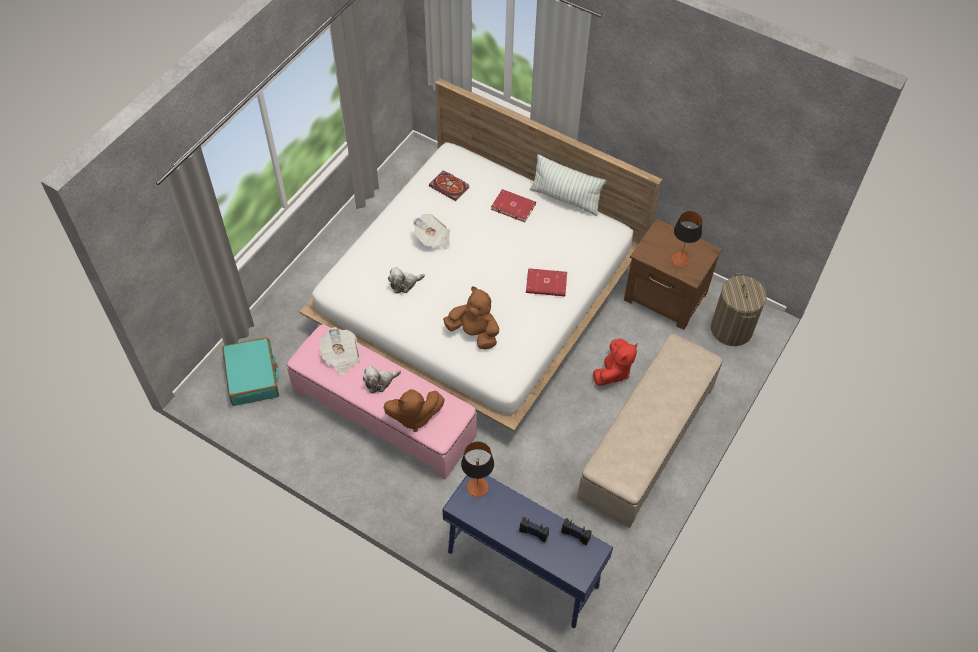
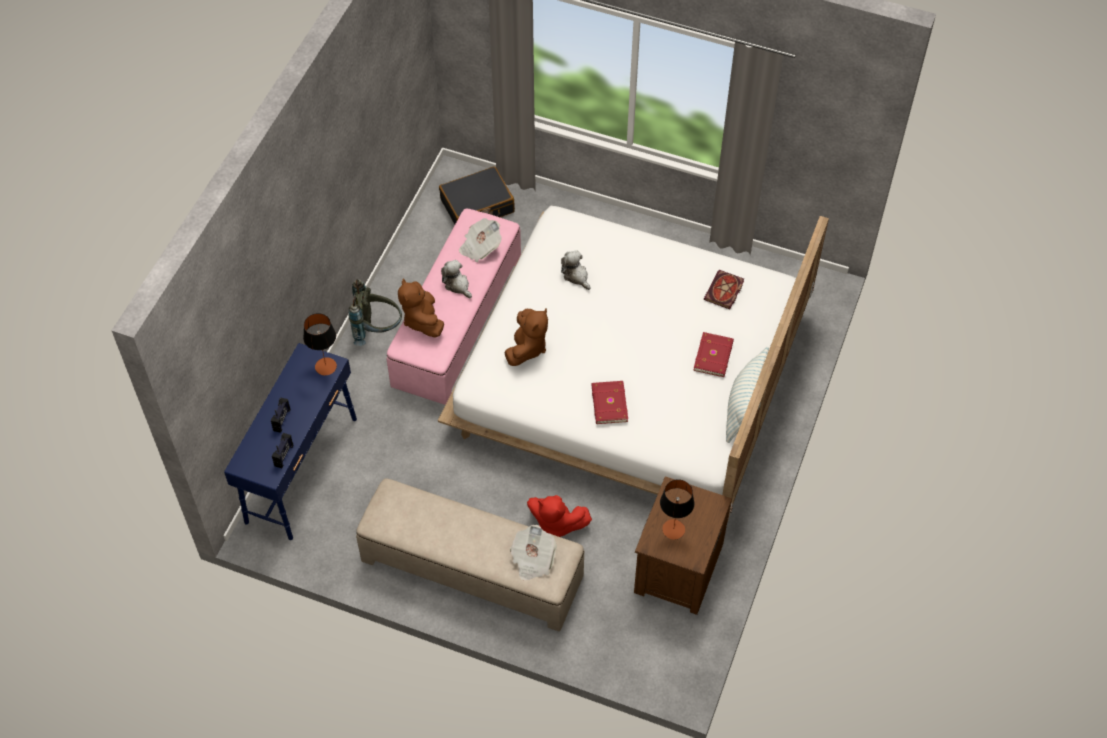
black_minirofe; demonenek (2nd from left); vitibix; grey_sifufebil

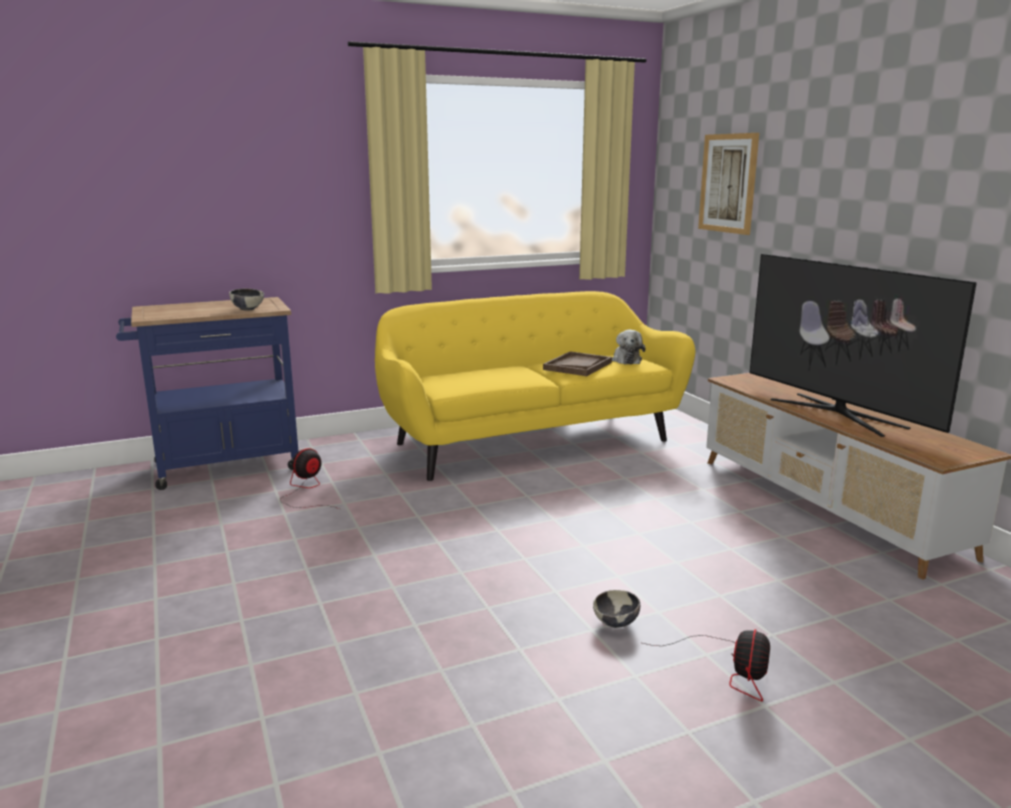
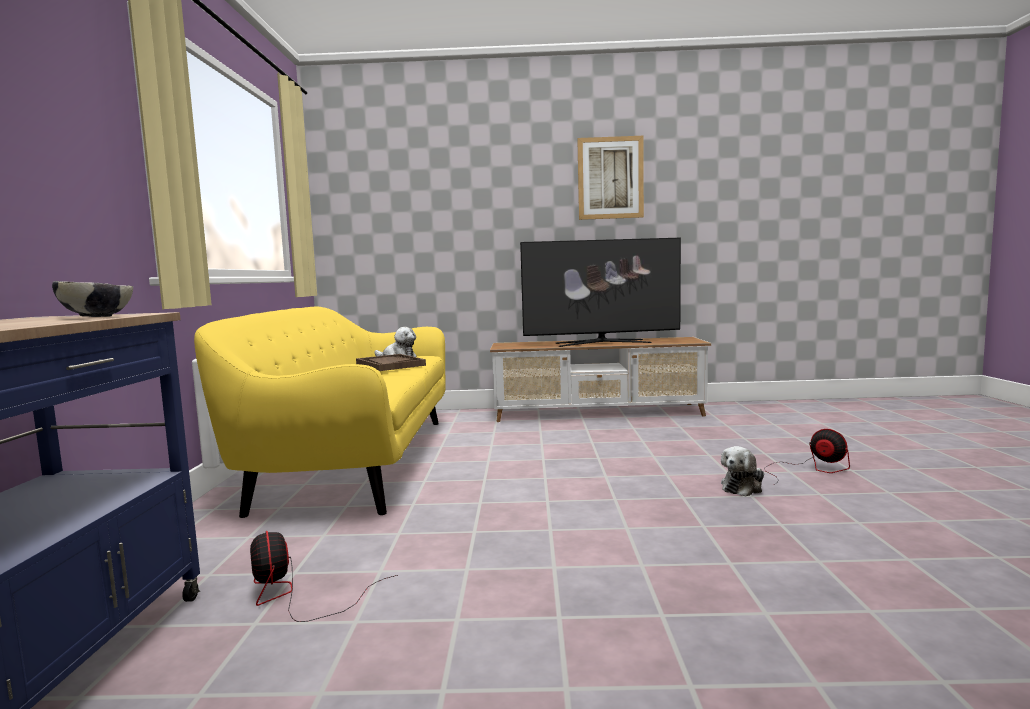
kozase (2nd from left); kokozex

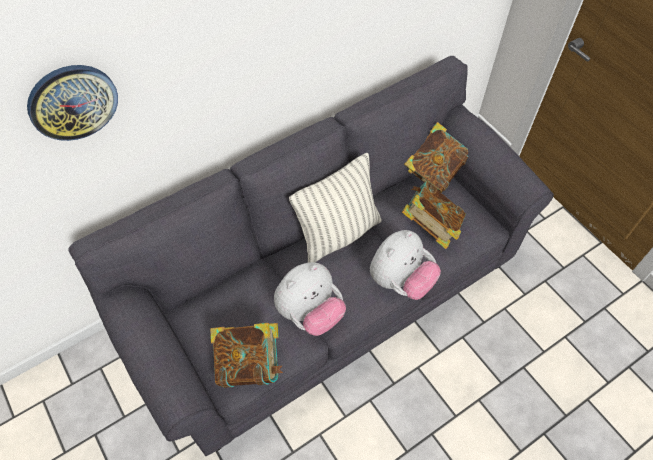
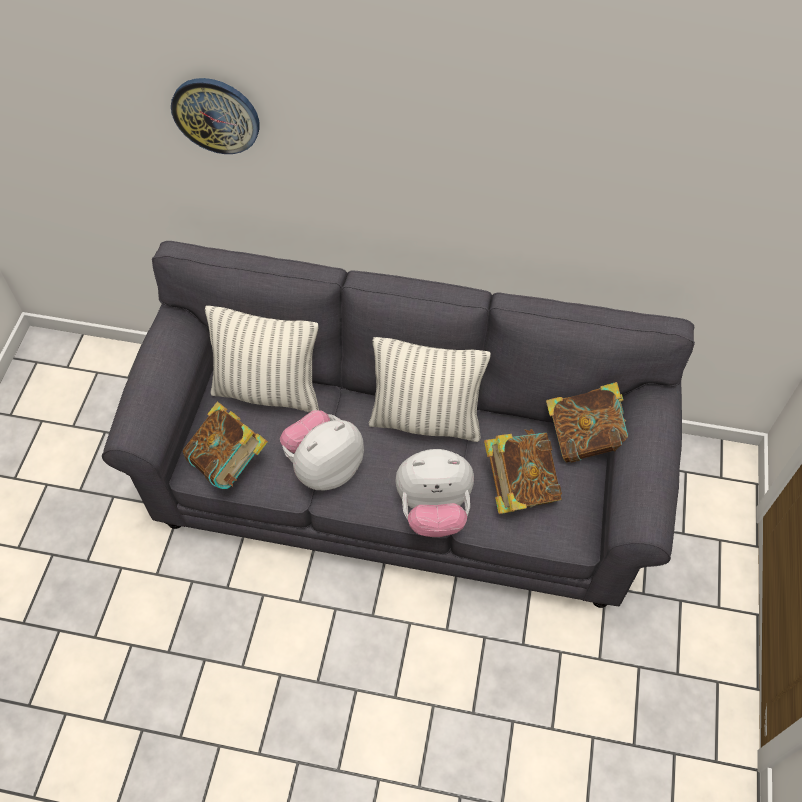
kozase (1st from left); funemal (1st from left)

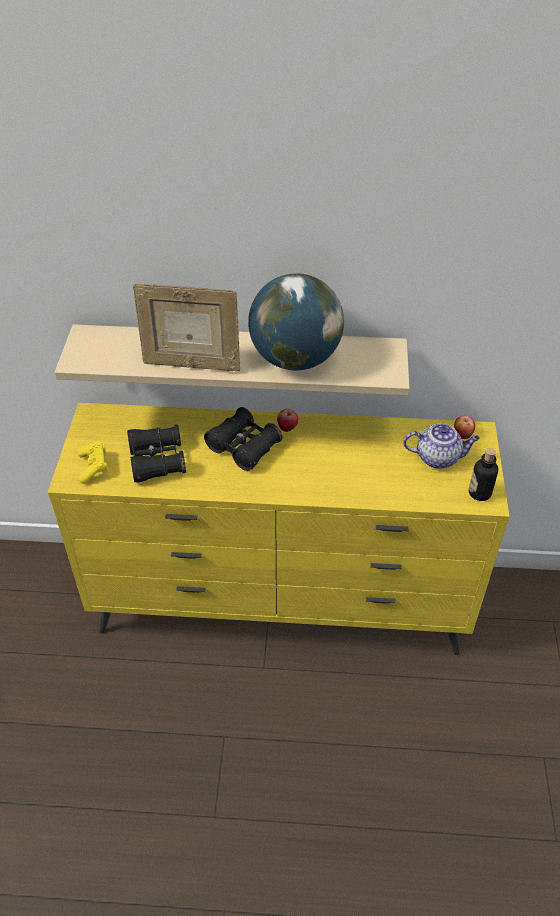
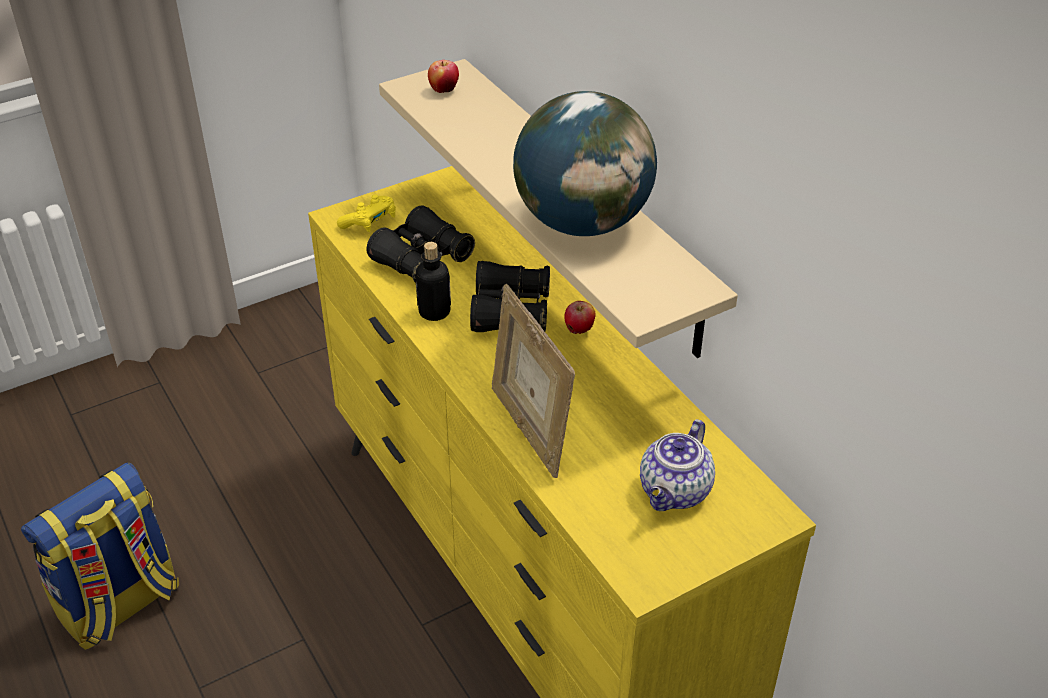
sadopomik; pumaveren; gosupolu (1st from left); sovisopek; sifufebil

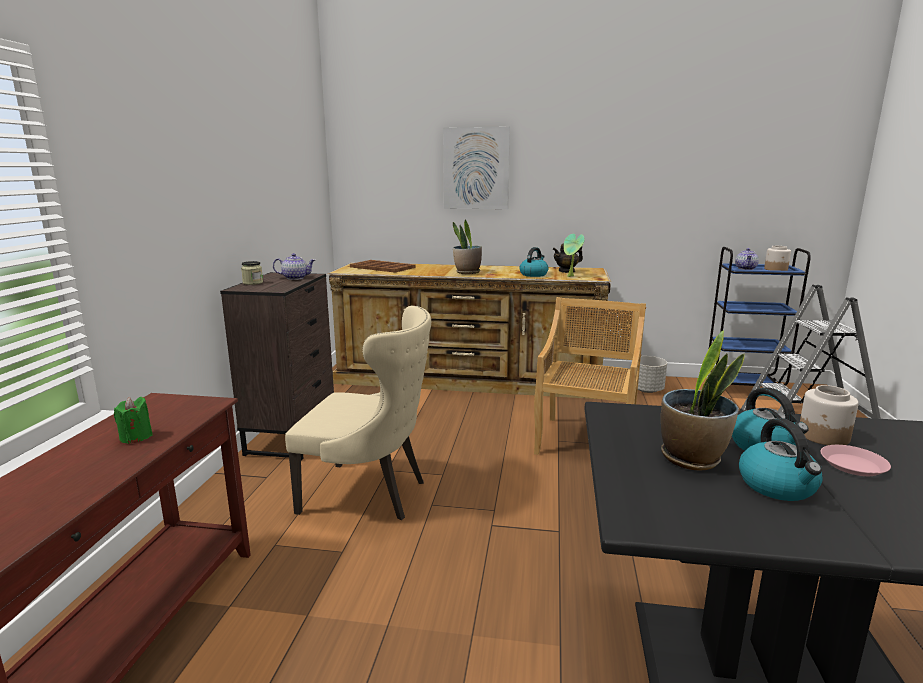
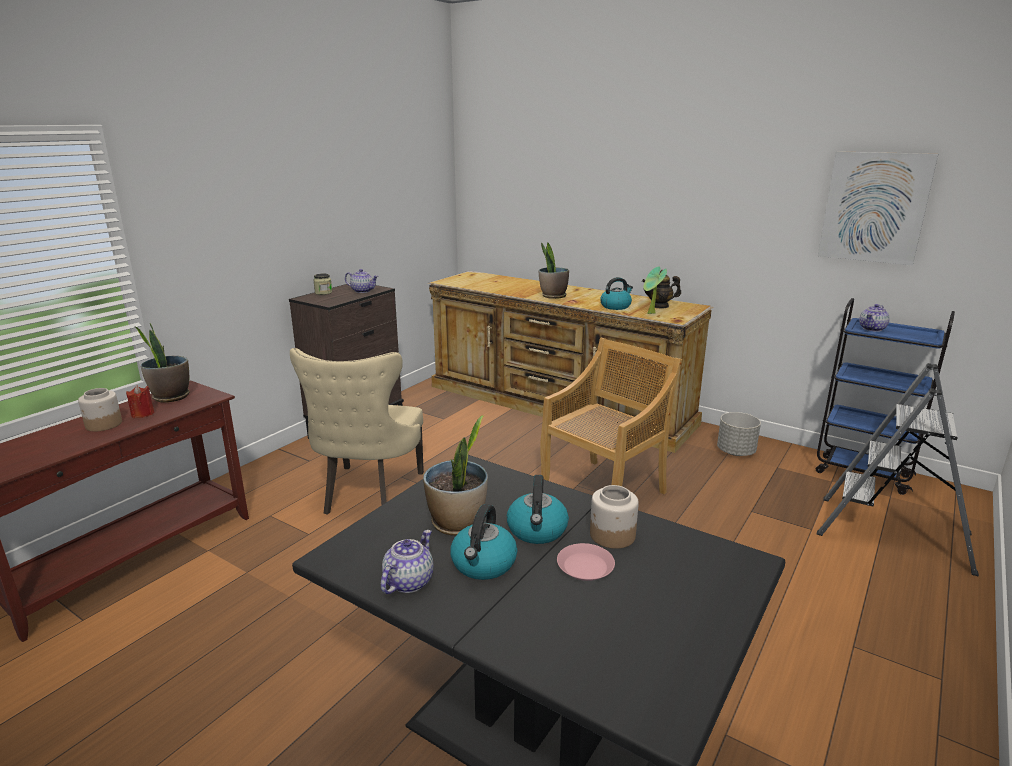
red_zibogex; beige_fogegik (1st from left); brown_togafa; kokozex; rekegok (1st from left); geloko (1st from left); pumaveren (2nd from left)

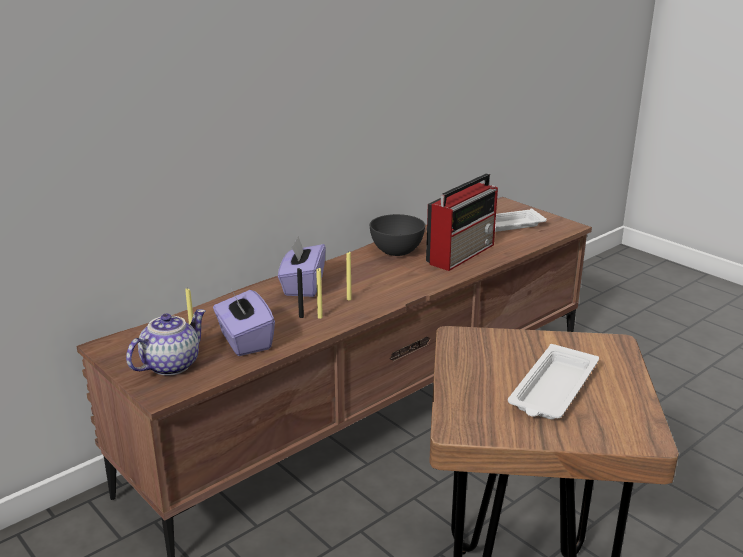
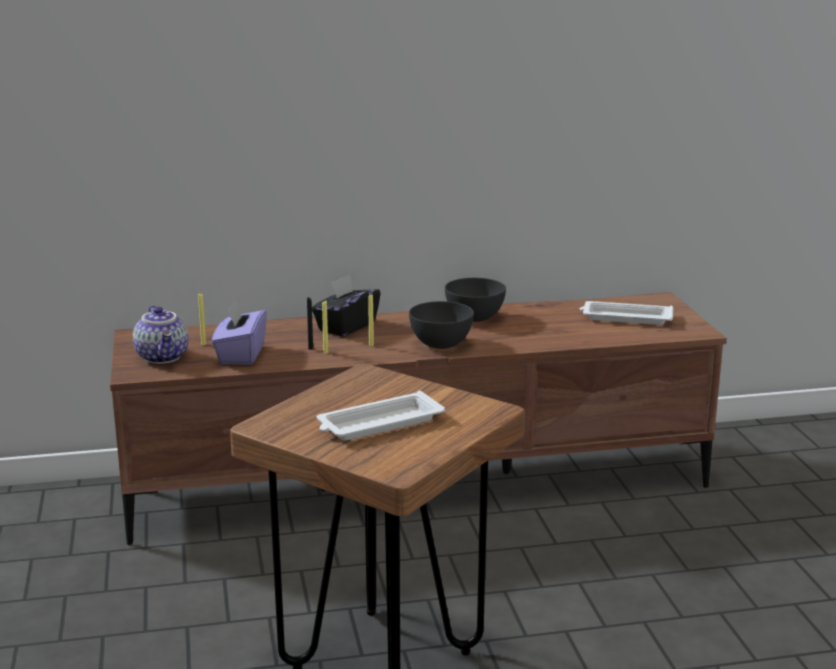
pumaveren; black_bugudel; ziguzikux; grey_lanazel (1st from left)

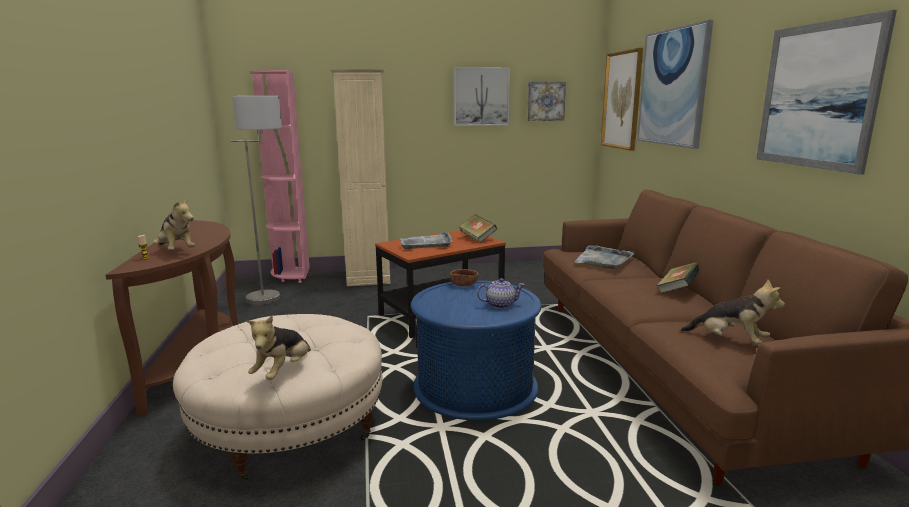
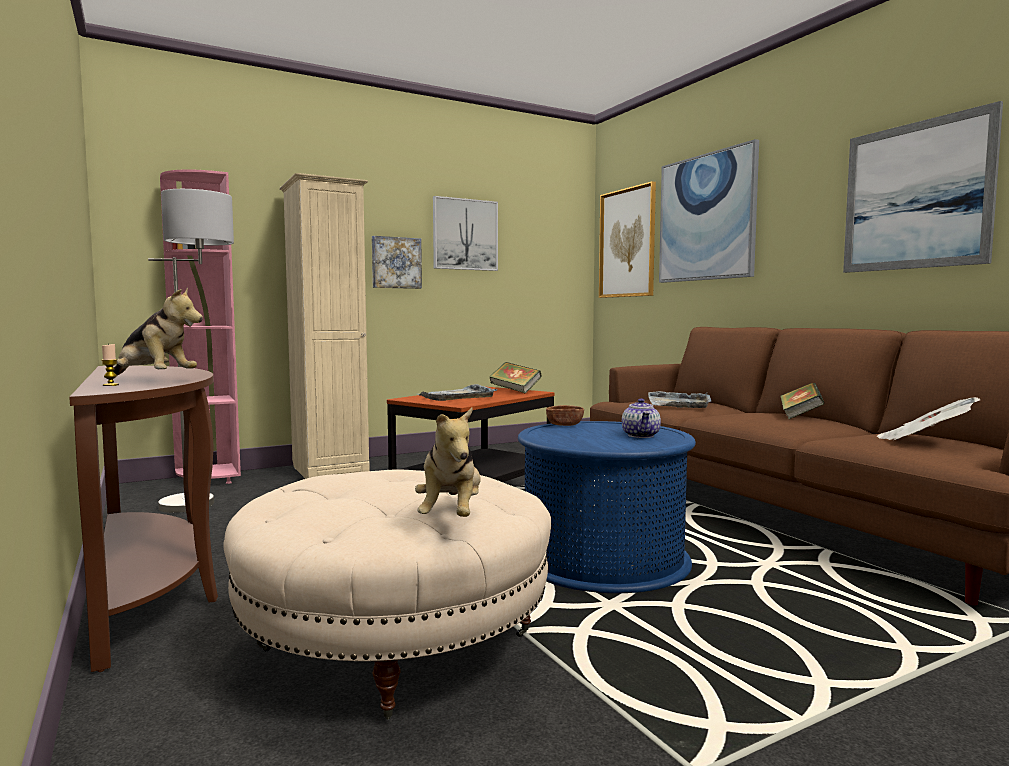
pumaveren; kokozex (1st from left); demonenek

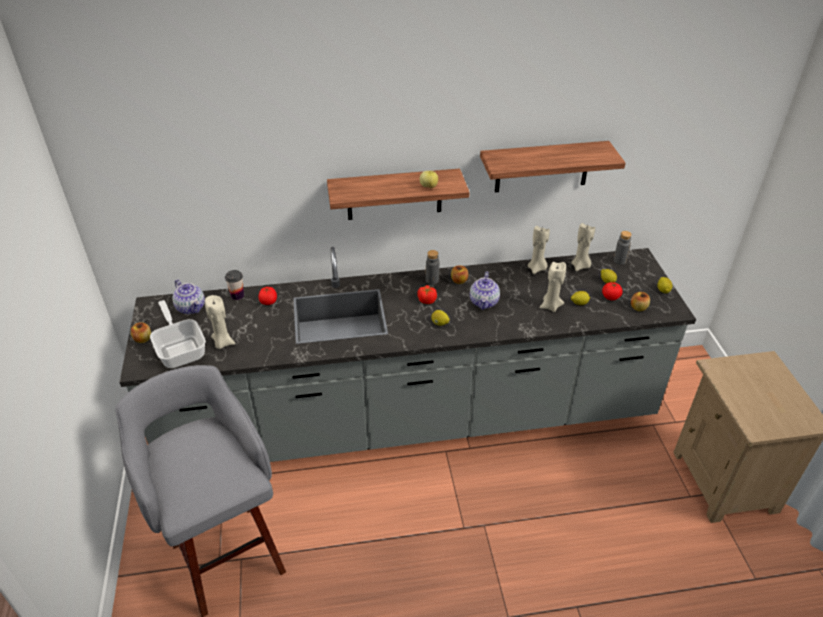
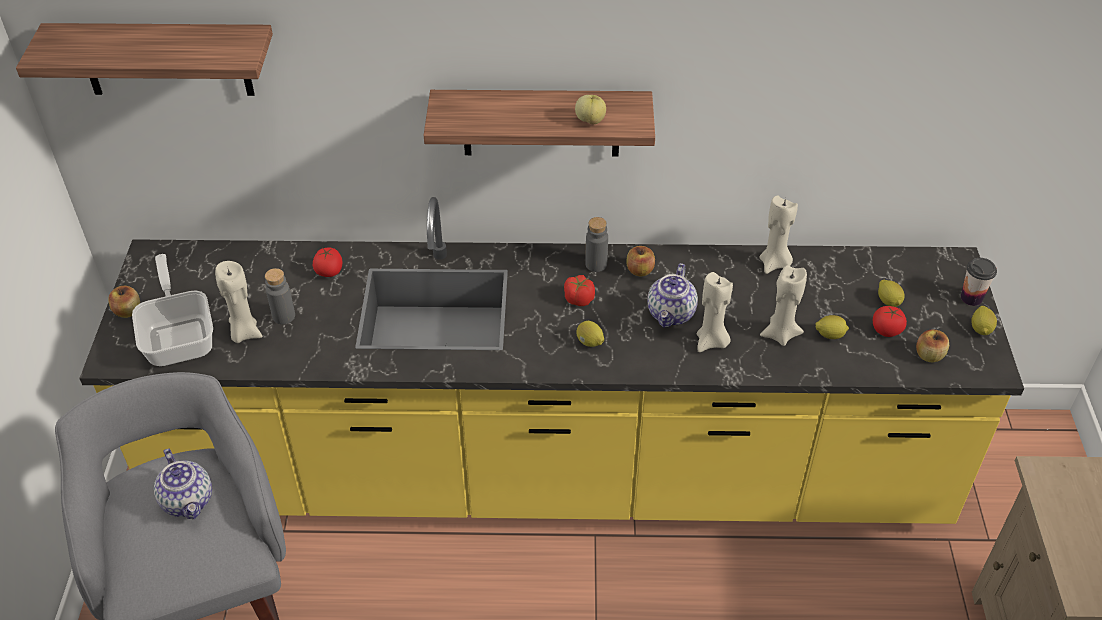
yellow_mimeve; pumaveren (1st from left); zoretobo; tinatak (1st from left); beige_zibogex (2nd from left); grey_sovisopek (1st from left)

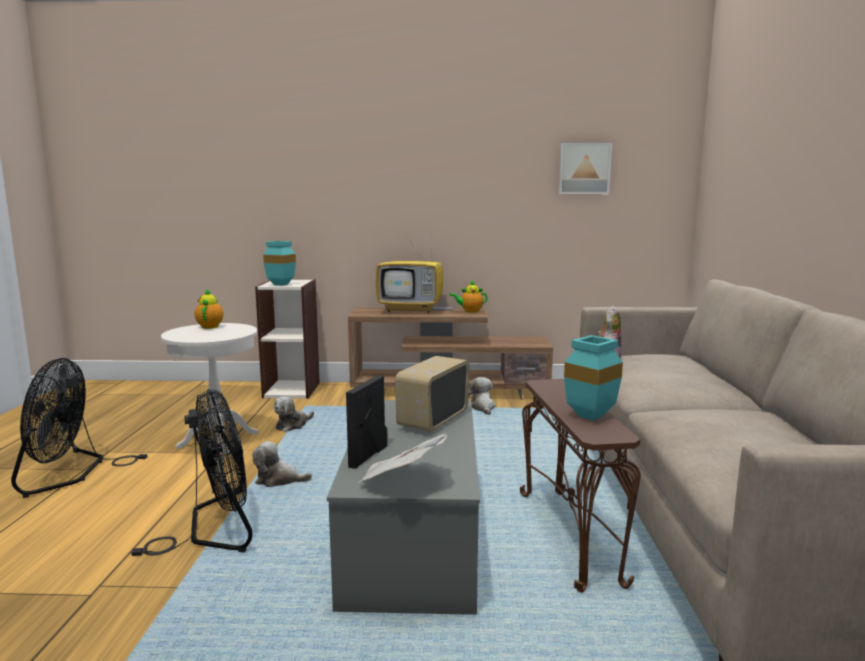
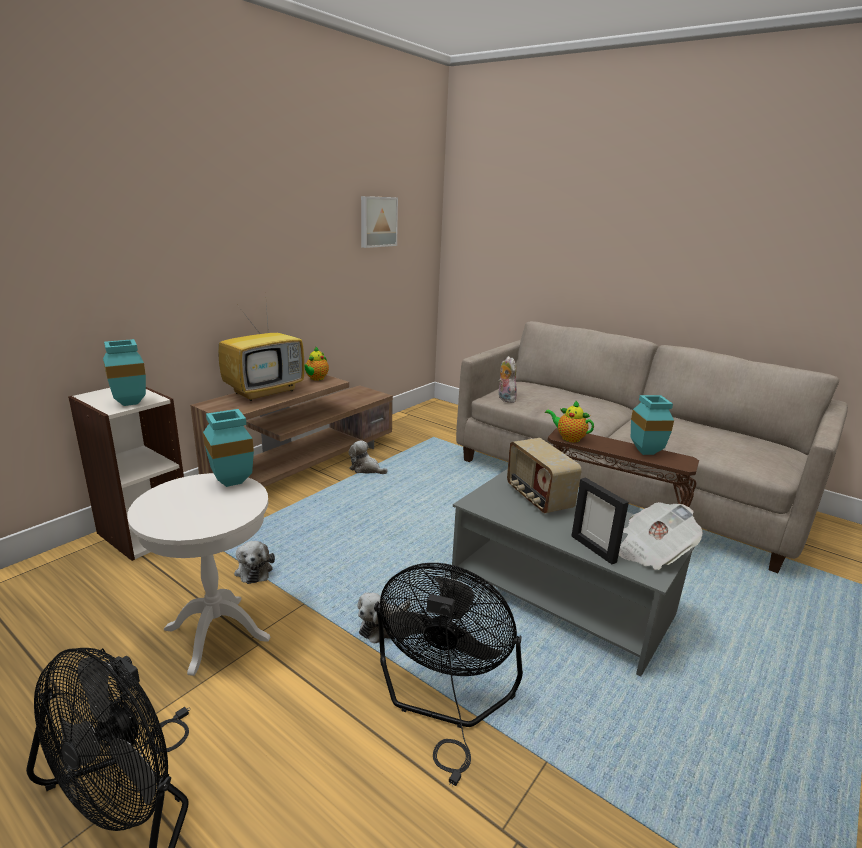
pumaveren (2nd from left); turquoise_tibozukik (2nd from left)

